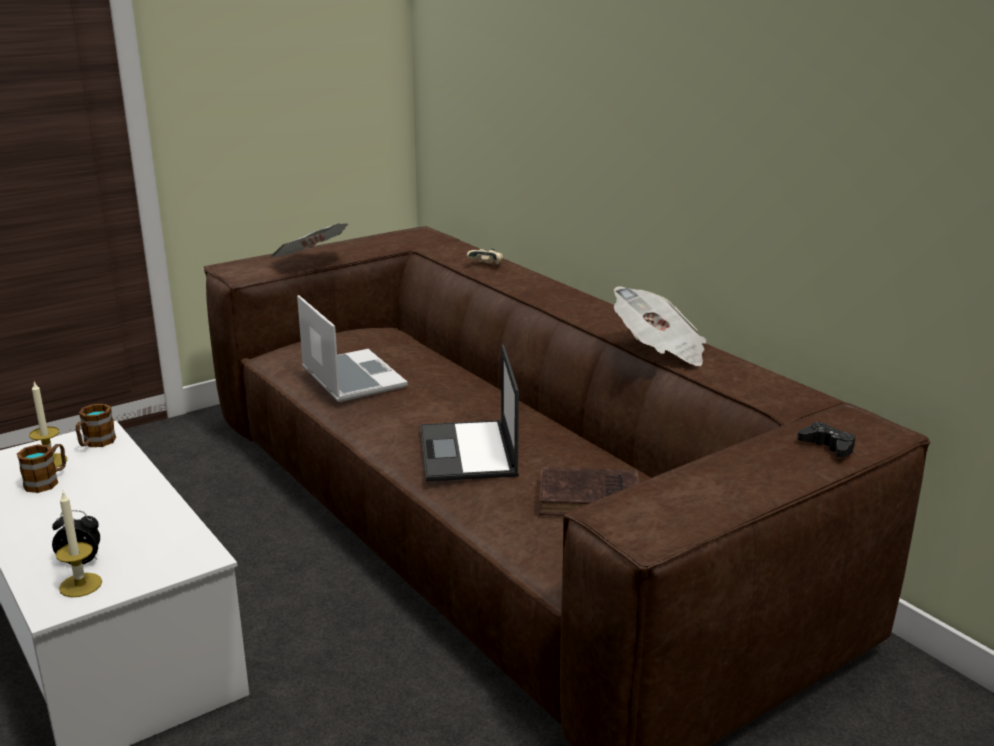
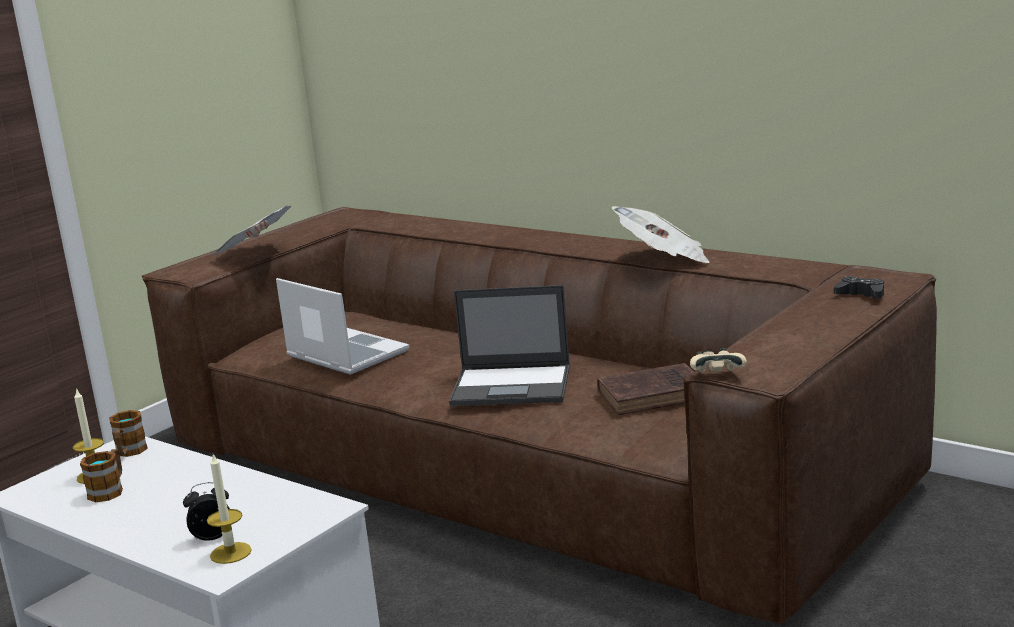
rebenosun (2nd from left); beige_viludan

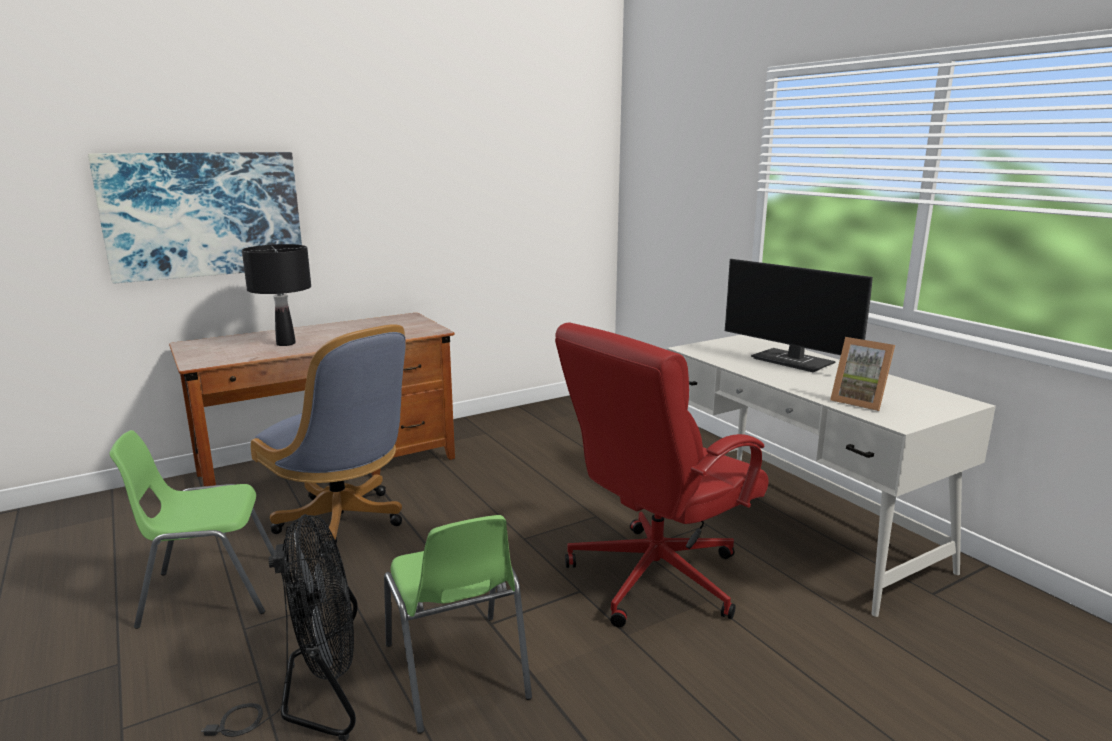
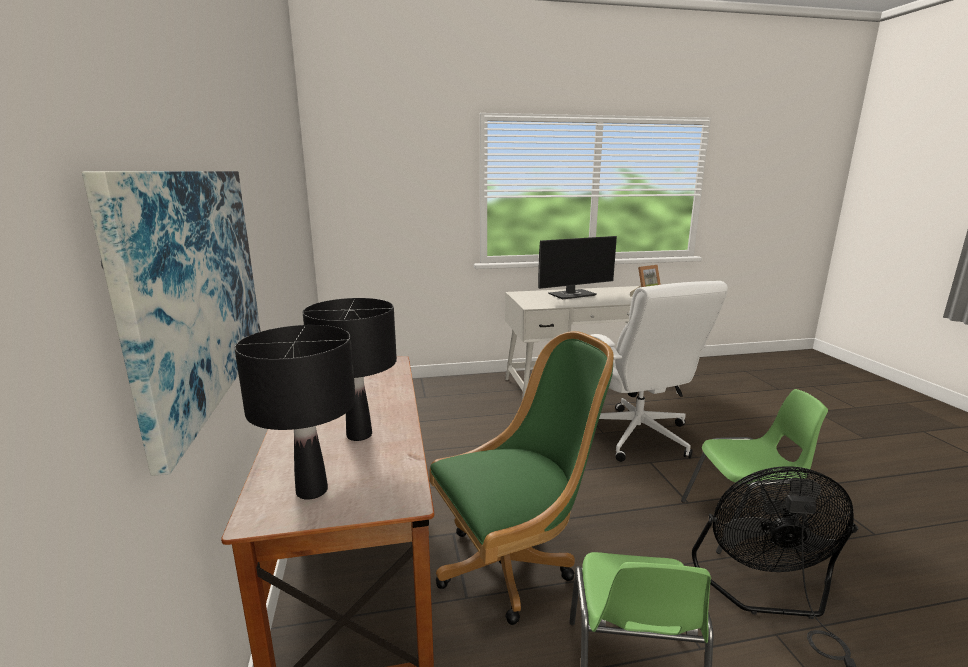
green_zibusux; white_zibusux; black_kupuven (1st from left)

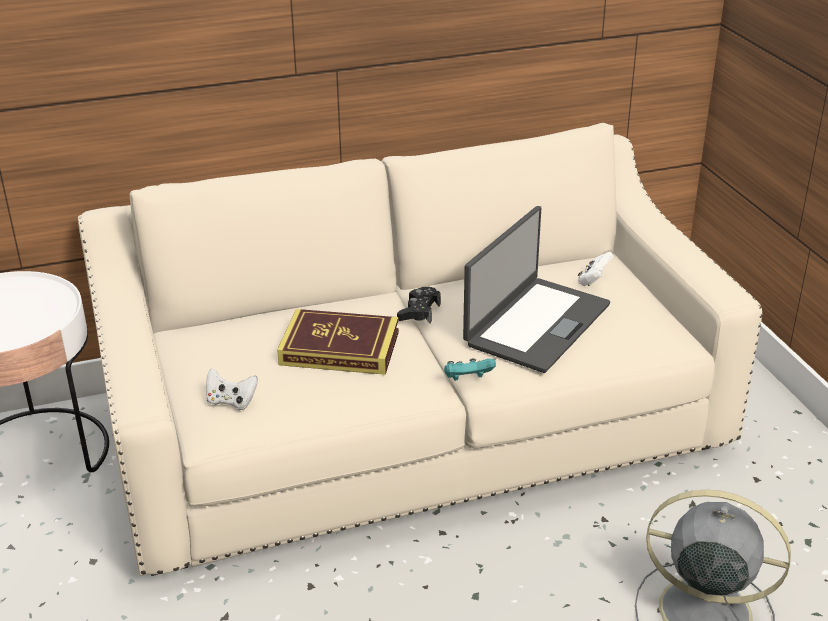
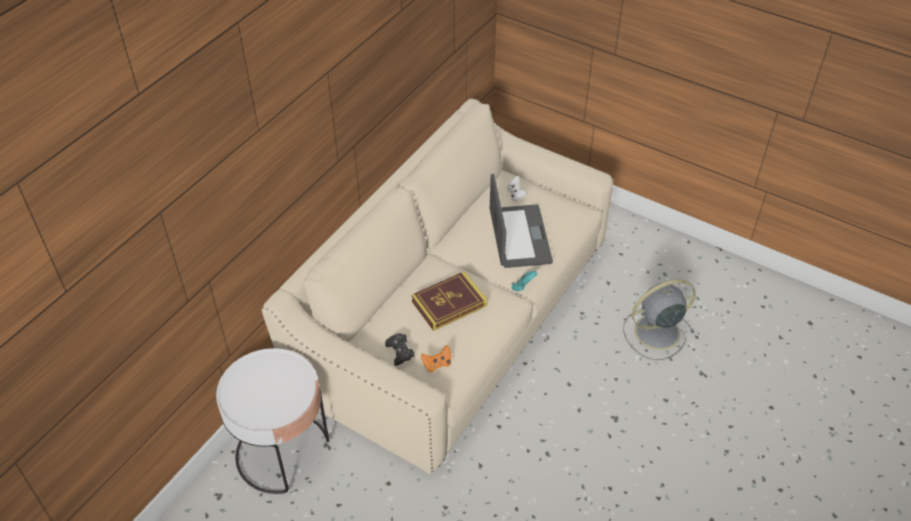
orange_viludan; black_viludan

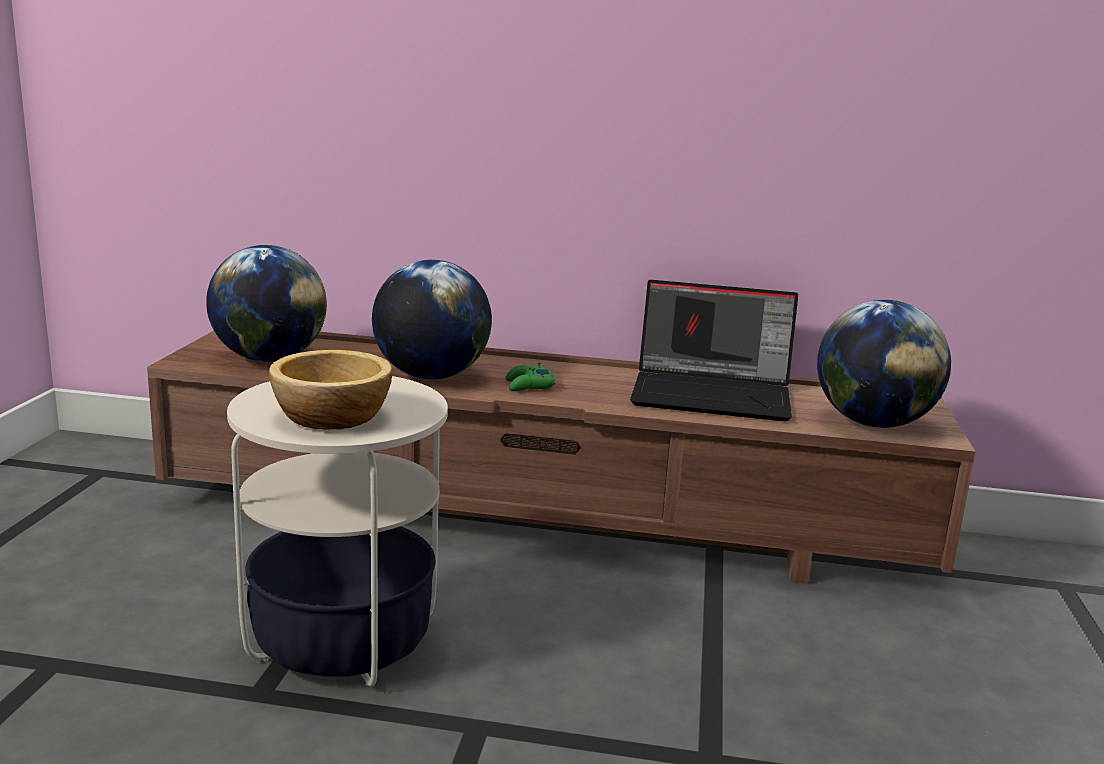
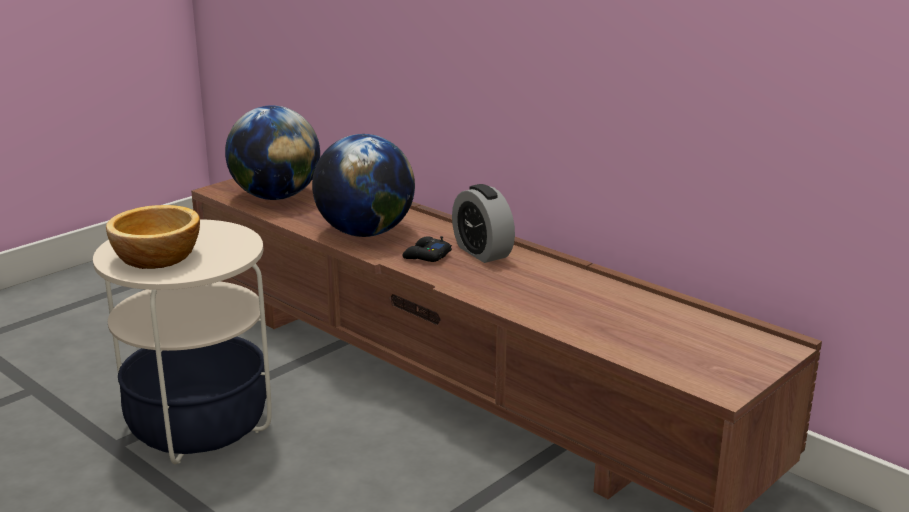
black_viludan; rebenosun; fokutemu (3rd from left in the first image); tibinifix

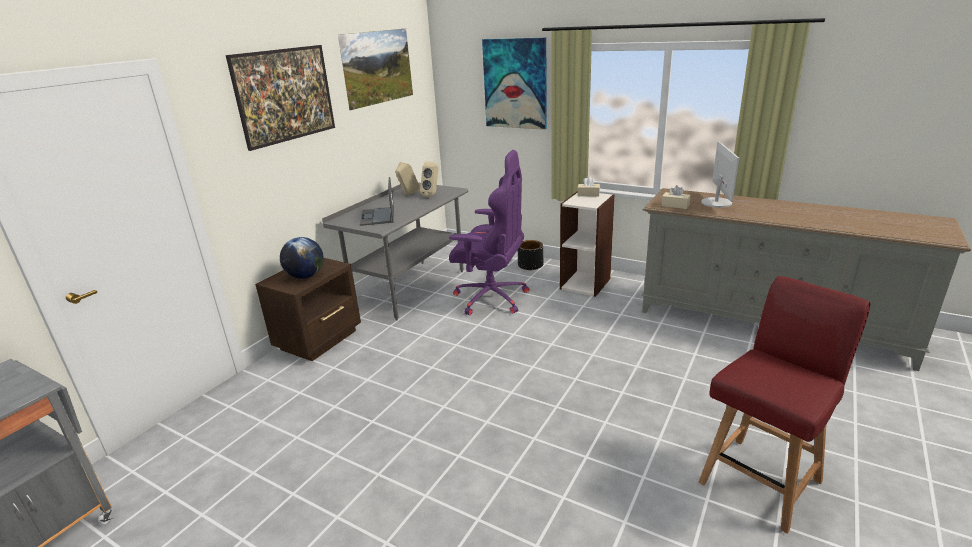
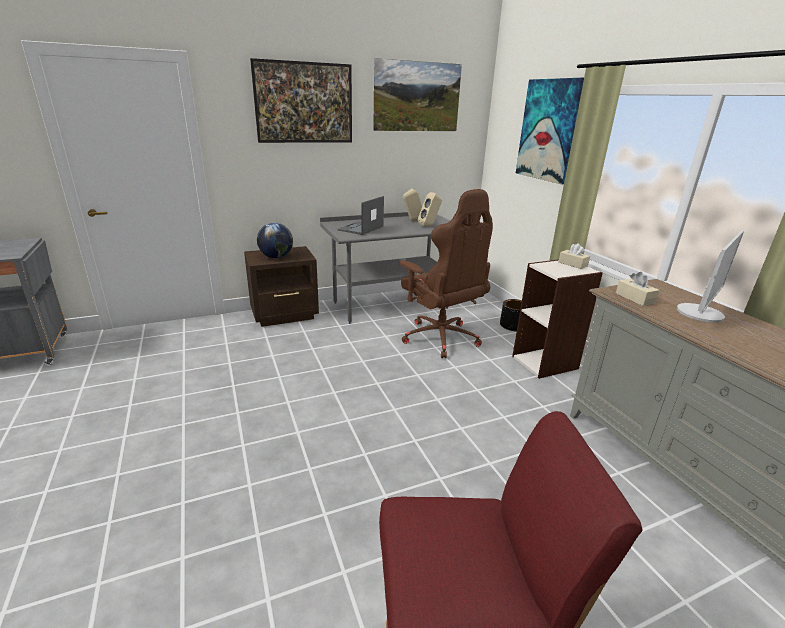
brown_zibusux

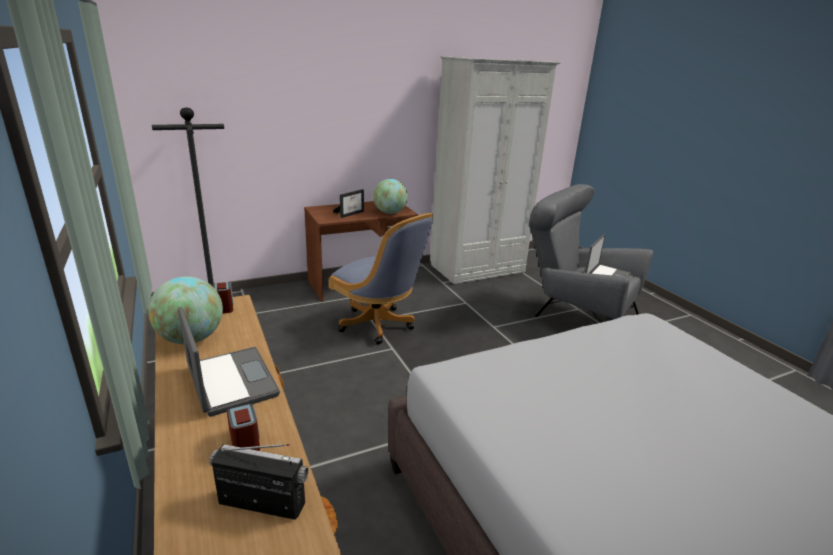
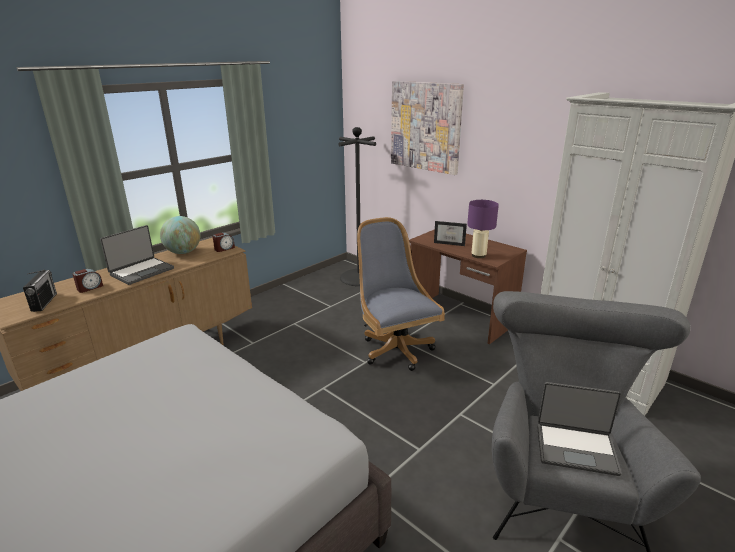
blue_zibusux; purple_kupuven; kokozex

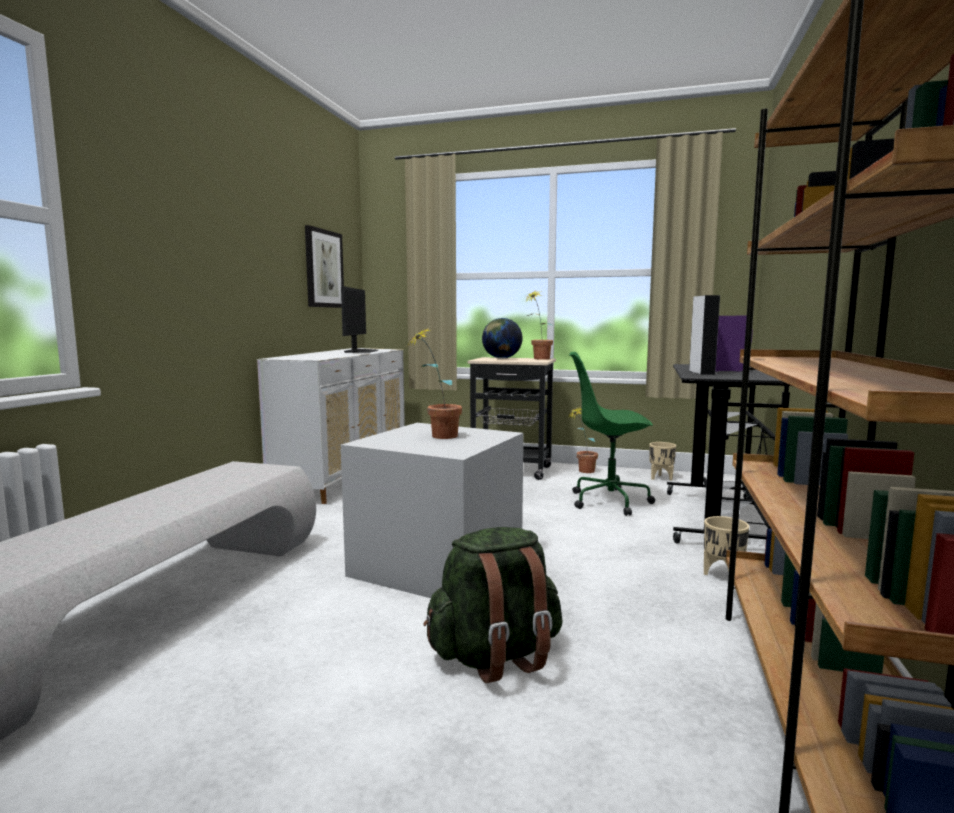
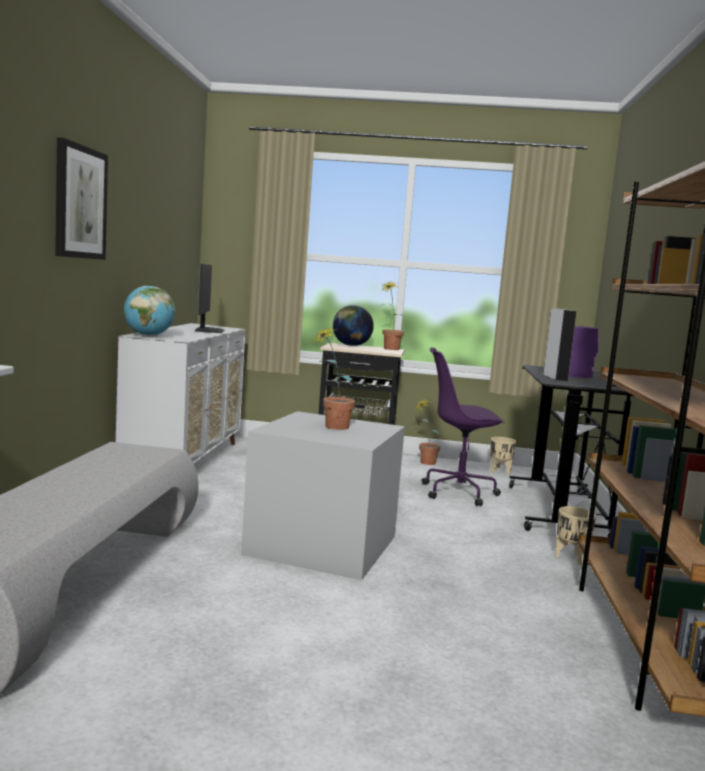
kokozex; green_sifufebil; purple_zibusux; fokutemu (1st from left)

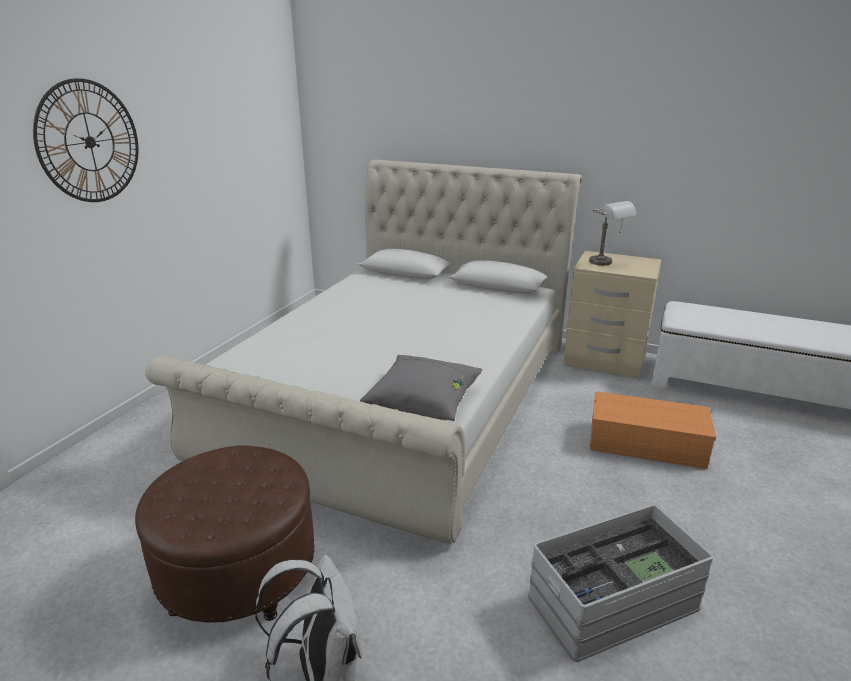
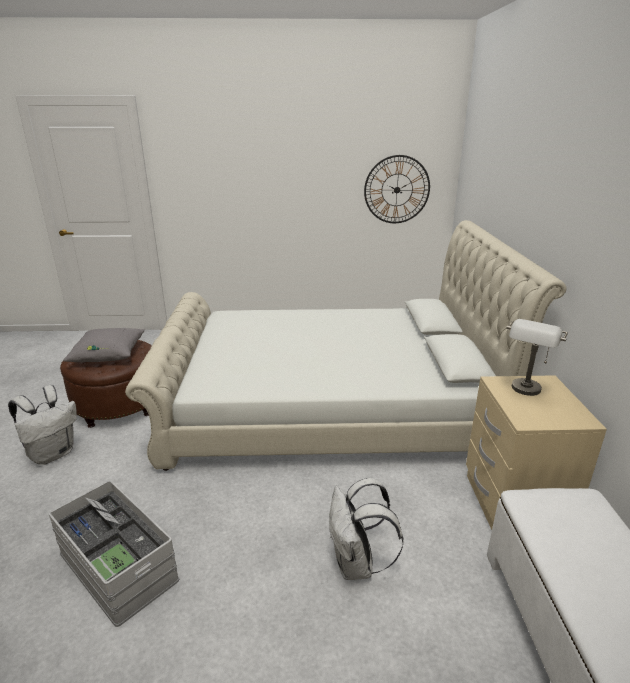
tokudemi; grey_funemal; white_sifufebil (2nd from left)

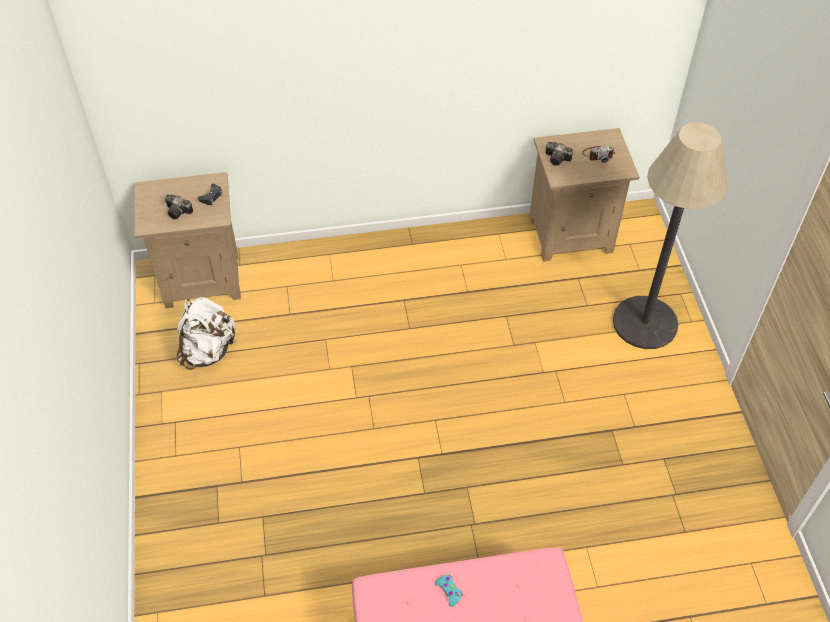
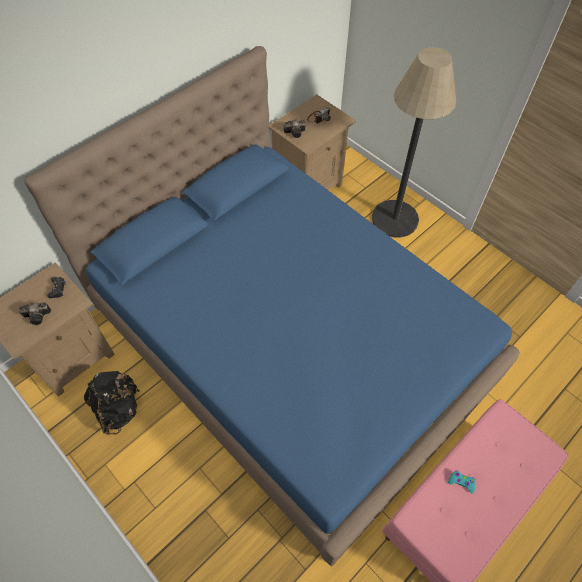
black_sifufebil; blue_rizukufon

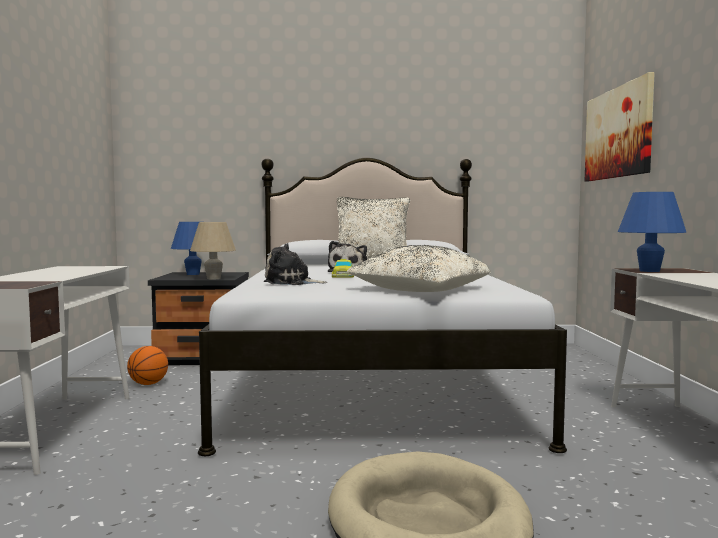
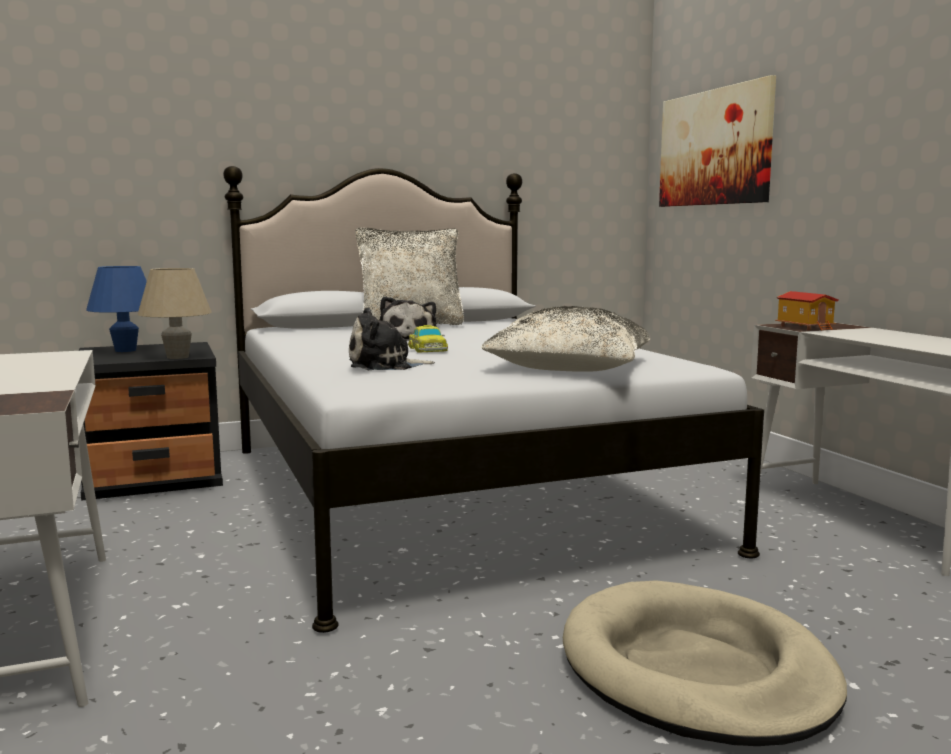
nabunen; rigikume

